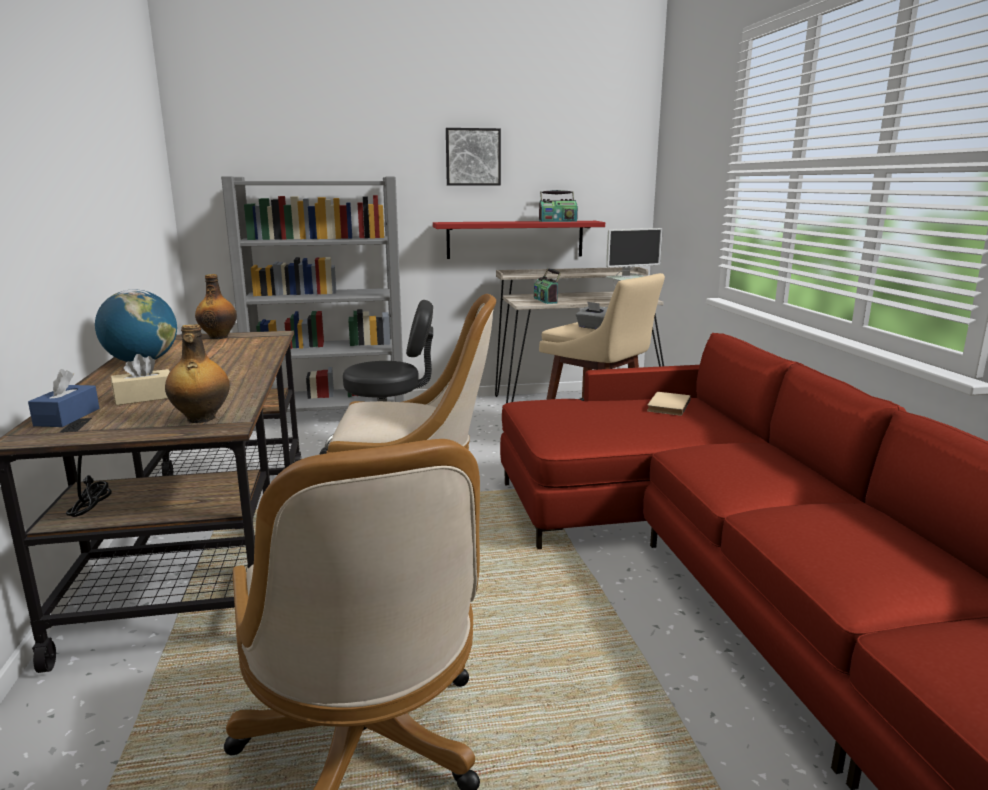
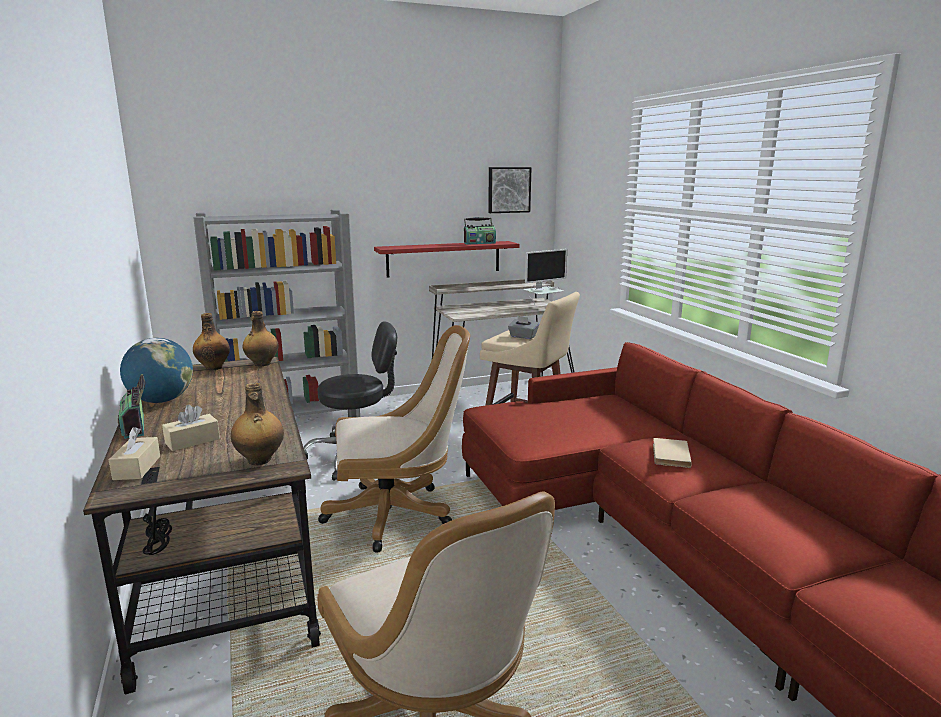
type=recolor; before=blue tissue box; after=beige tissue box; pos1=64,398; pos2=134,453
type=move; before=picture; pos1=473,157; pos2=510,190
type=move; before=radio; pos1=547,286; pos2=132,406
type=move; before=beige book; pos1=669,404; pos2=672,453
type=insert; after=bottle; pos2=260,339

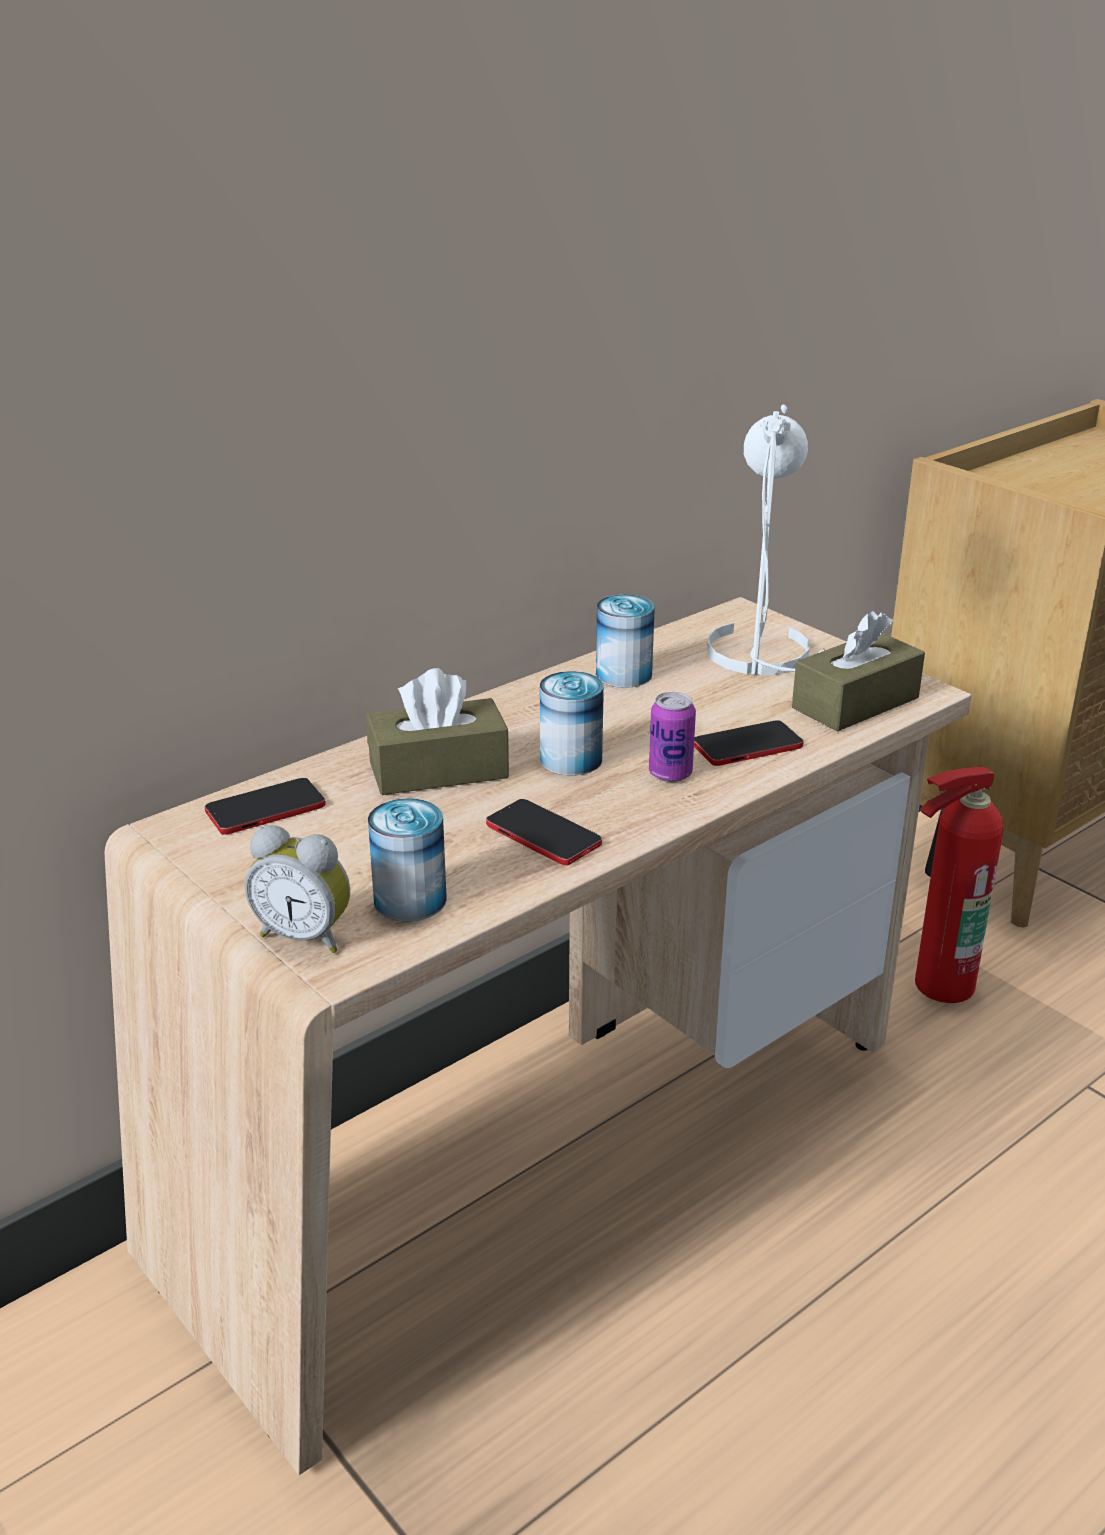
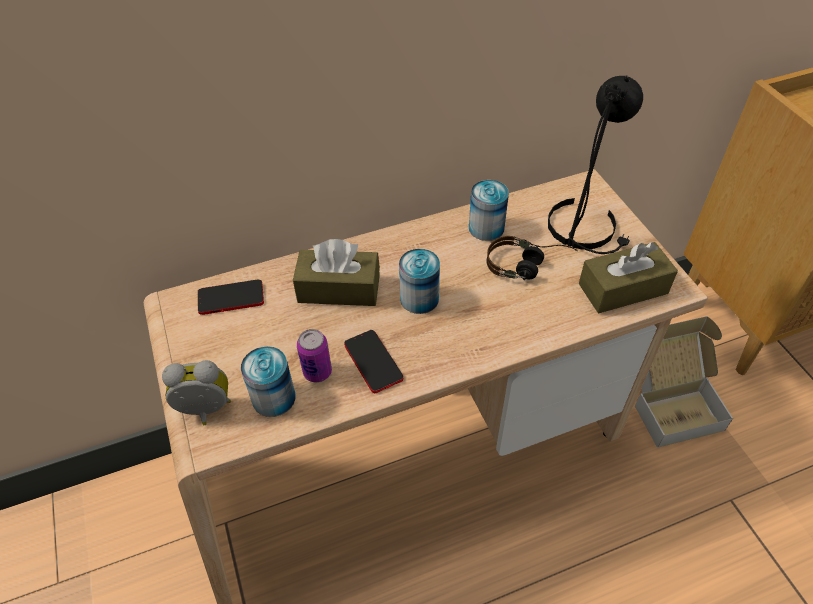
type=rotate; before=alarm clock; pos1=297,889; pos2=196,392; turn=135
type=move; before=can; pos1=672,737; pos2=314,355
type=delete; before=phone; pos1=748,743
type=recolor; before=white table lamp; after=black table lamp; pos1=766,539; pos2=595,164
type=replace; before=fire extinguisher; after=cardboard box; pos1=959,885; pos2=684,382
type=insert; after=headphones; pos2=532,258

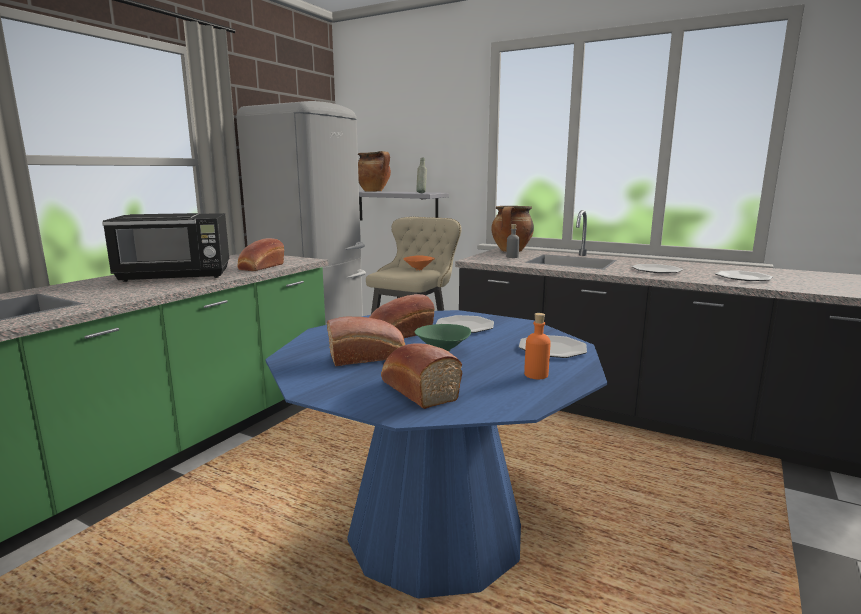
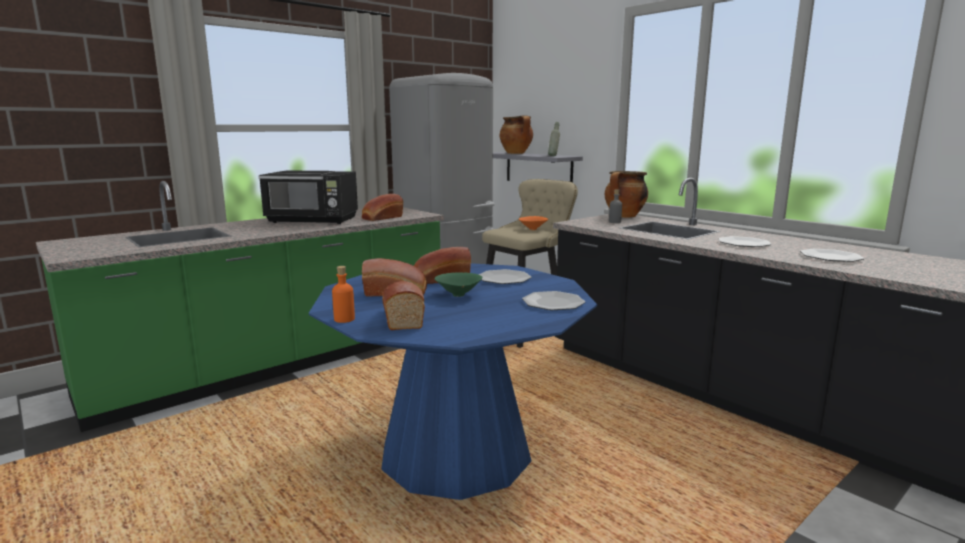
type=move; before=orange bottle; pos1=537,346; pos2=343,294

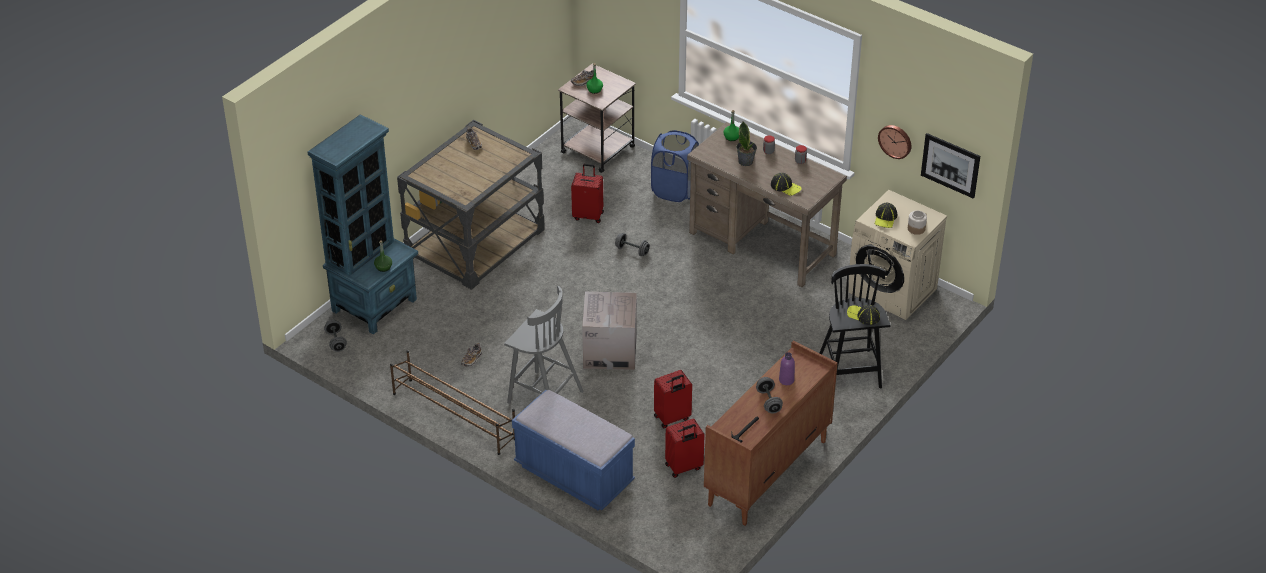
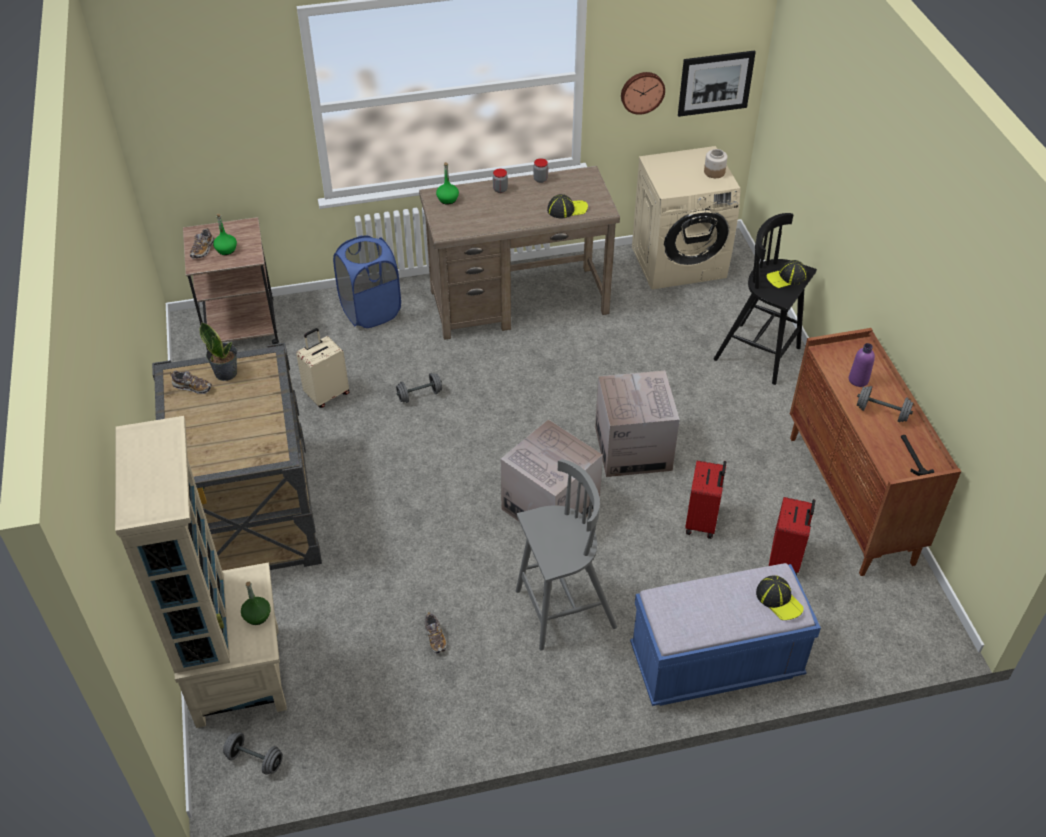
type=recolor; before=blue cabinet; after=beige cabinet; pos1=363,224; pos2=201,572
type=delete; before=brown shoe rack; pos1=452,402
type=recolor; before=red suitcase; after=beige suitcase; pos1=587,193; pos2=322,368
type=move; before=potted plant; pos1=746,144; pos2=218,351
type=move; before=cap; pos1=886,215; pos2=780,597
type=insert; after=cardboard box; pos2=637,424

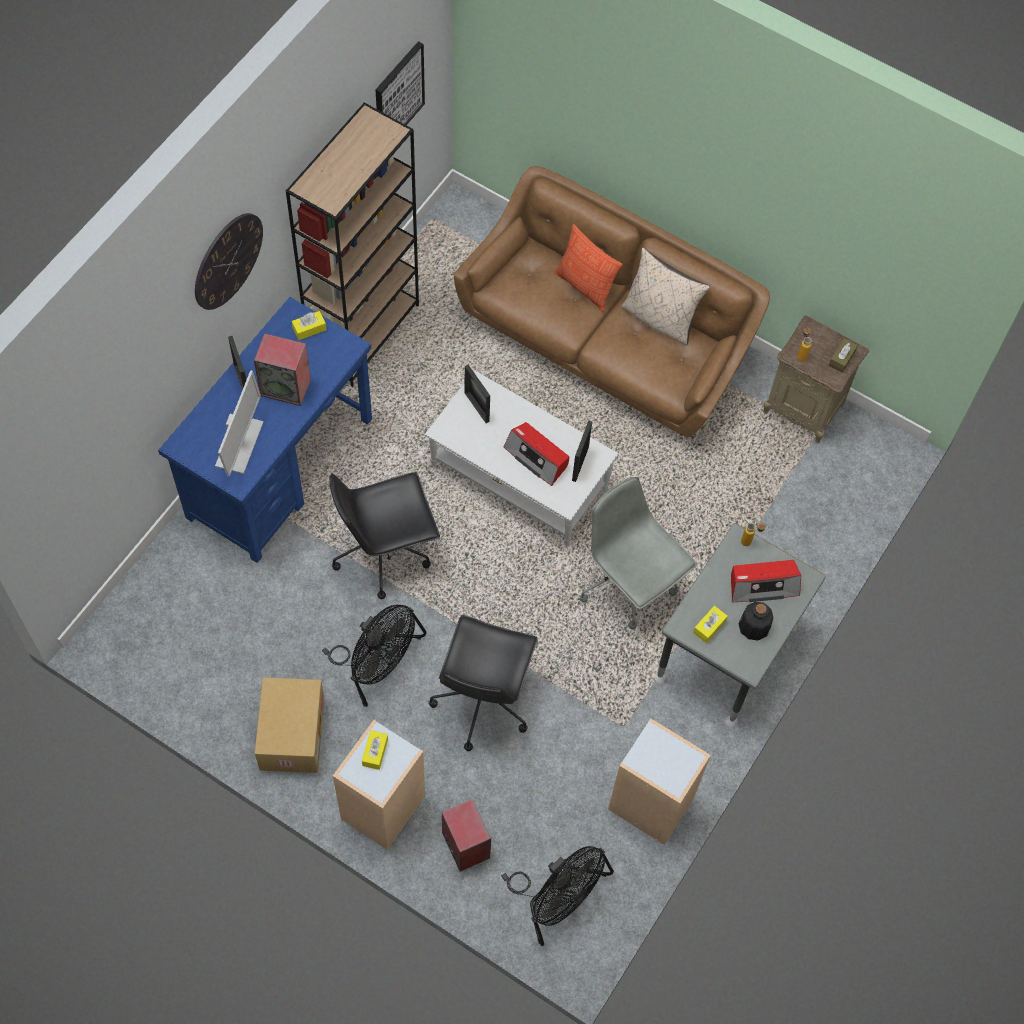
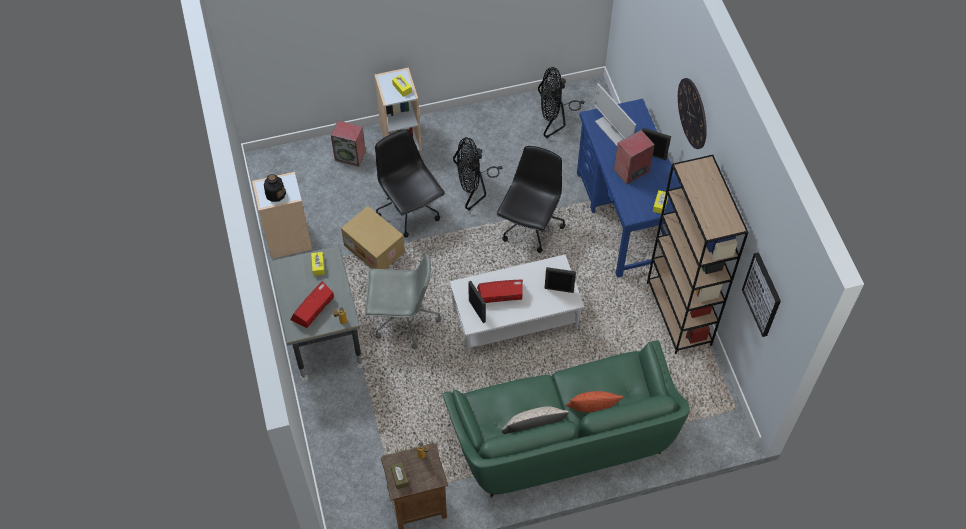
type=move; before=cardboard box; pos1=289,725; pos2=373,237
type=recolor; before=brown sofa; after=green sofa; pos1=612,302; pos2=566,419
type=move; before=black fan; pos1=557,896; pos2=561,103
type=move; before=bottle; pos1=756,621; pos2=275,188

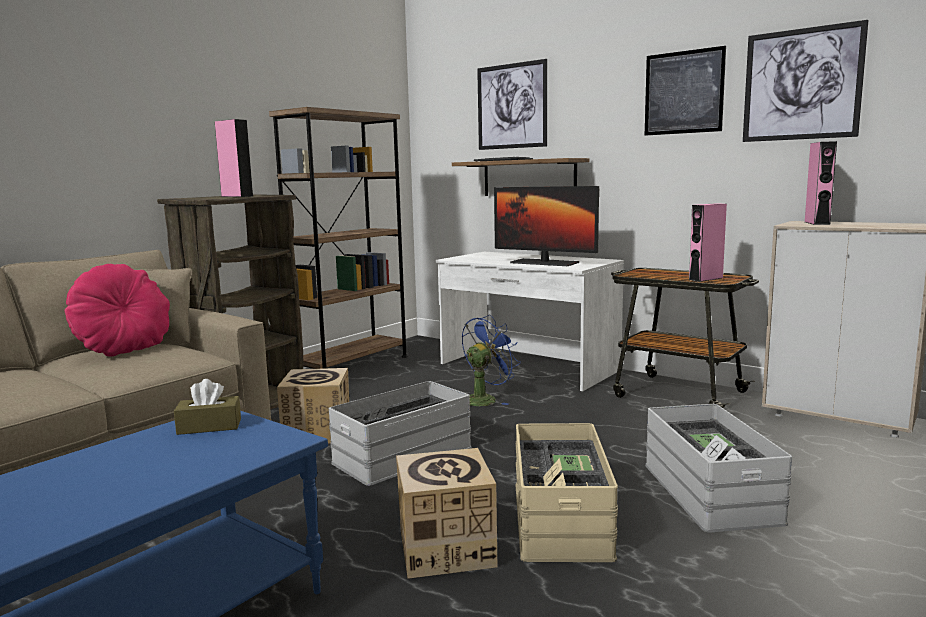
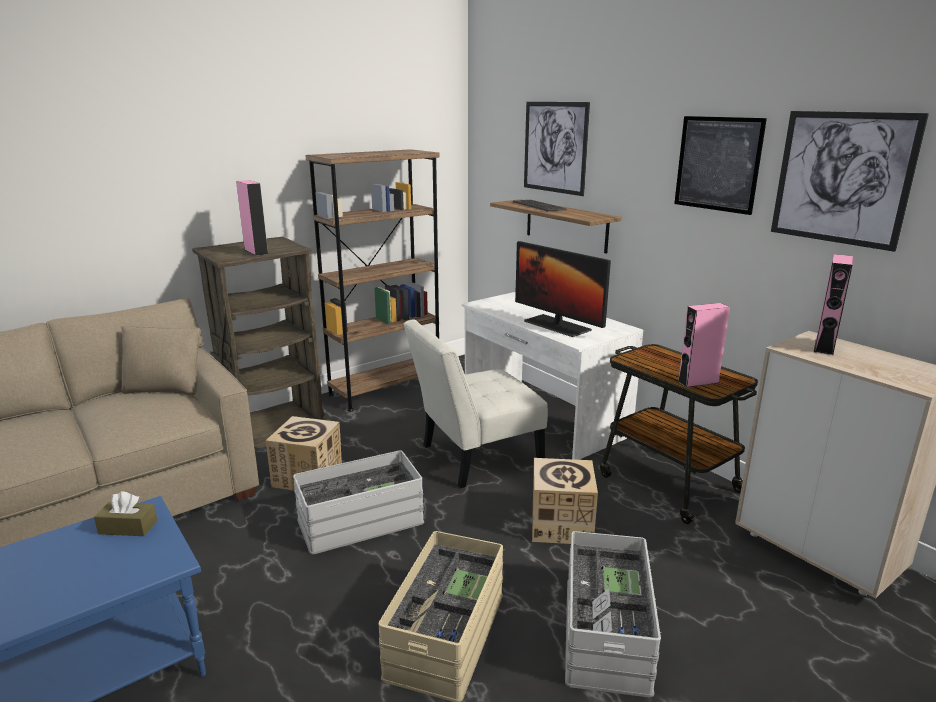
type=delete; before=pink pillow; pos1=117,310
type=move; before=cardboard box; pos1=446,513; pos2=565,501
type=replace; before=blue fan; after=white chair; pos1=491,360; pos2=476,403

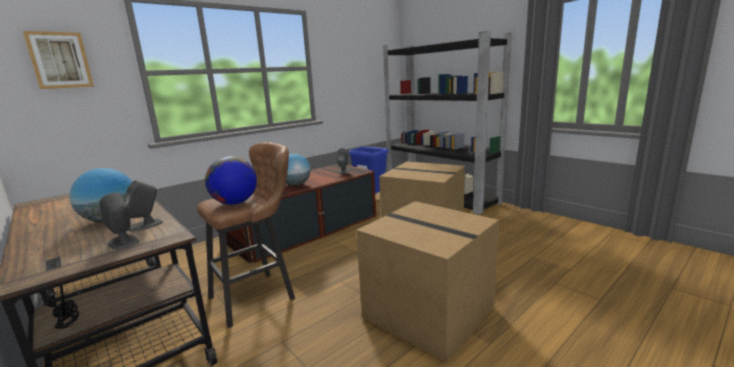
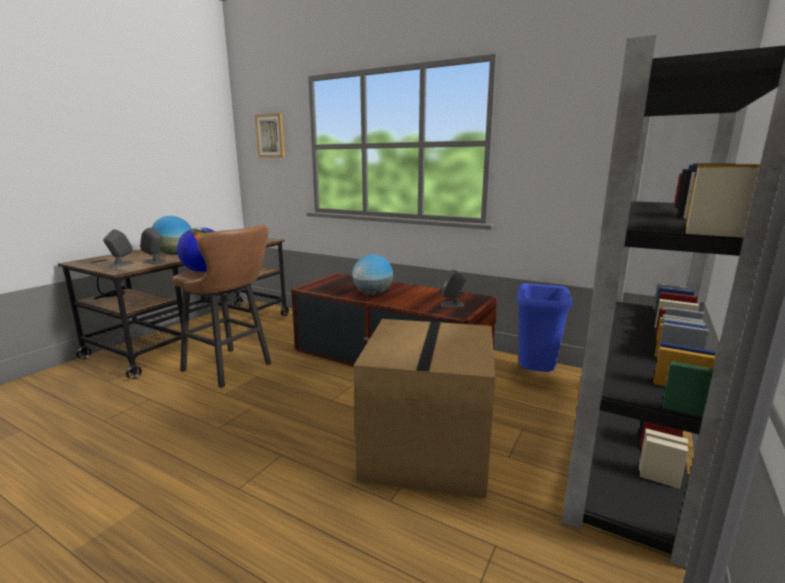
type=delete; before=cardboard box; pos1=427,281

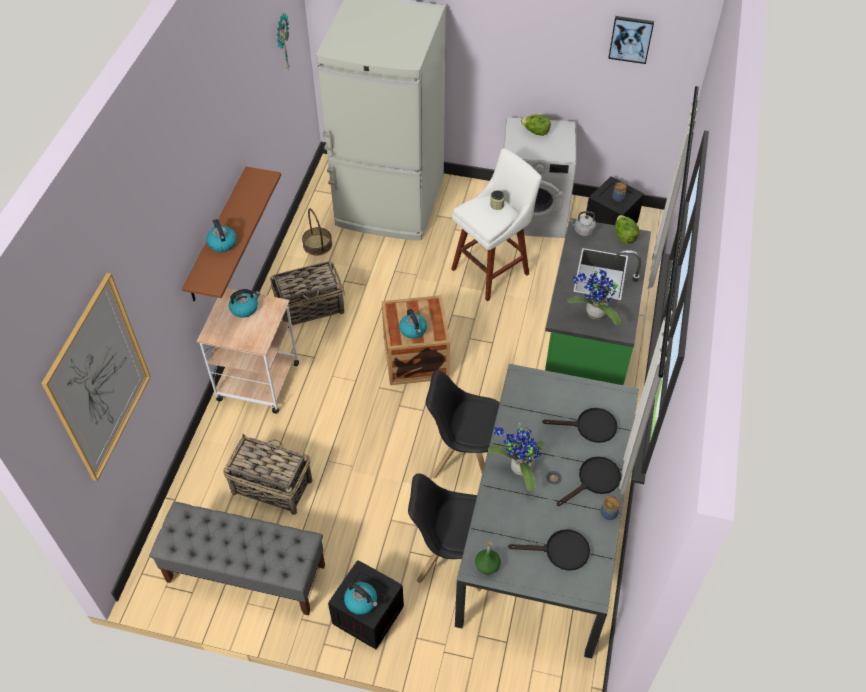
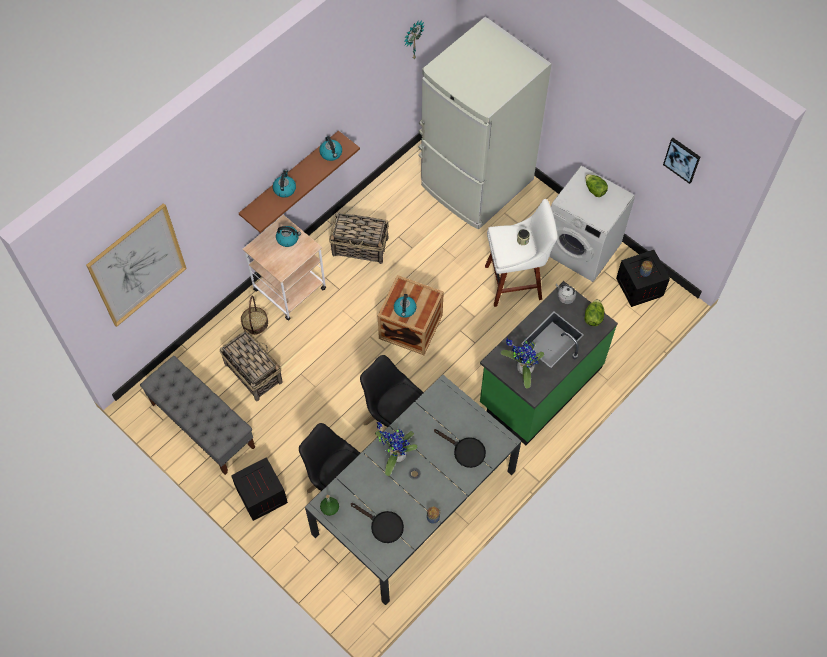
type=move; before=basket; pos1=317,232; pos2=254,315
type=move; before=kettle; pos1=361,598; pos2=330,148
type=delete; before=black frying pan; pos1=589,481

